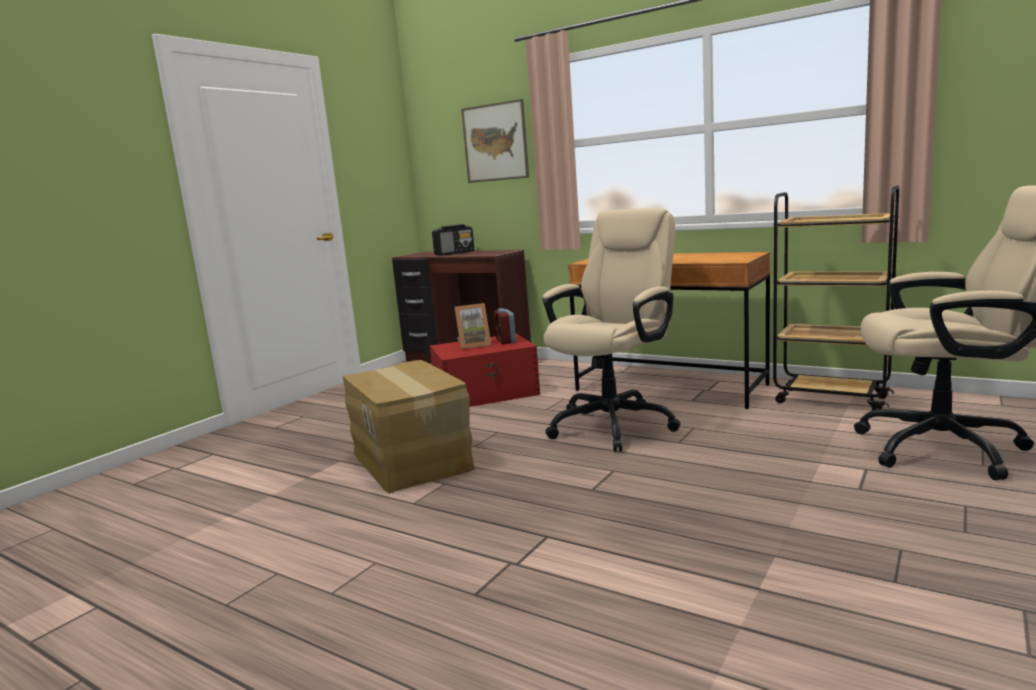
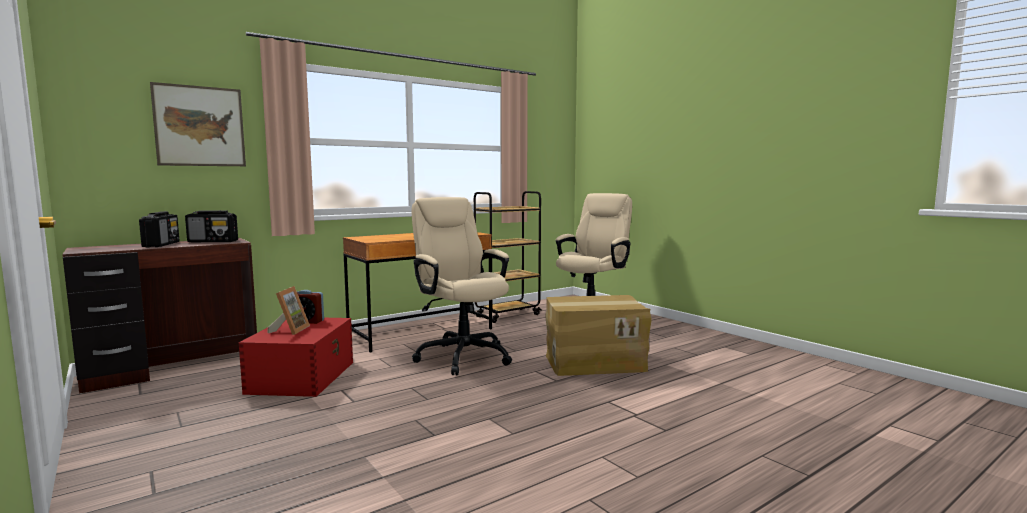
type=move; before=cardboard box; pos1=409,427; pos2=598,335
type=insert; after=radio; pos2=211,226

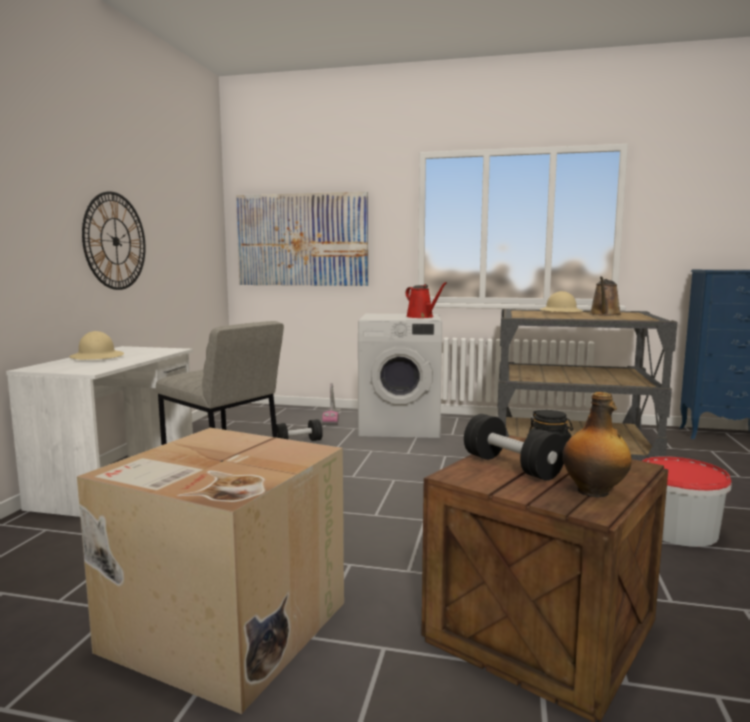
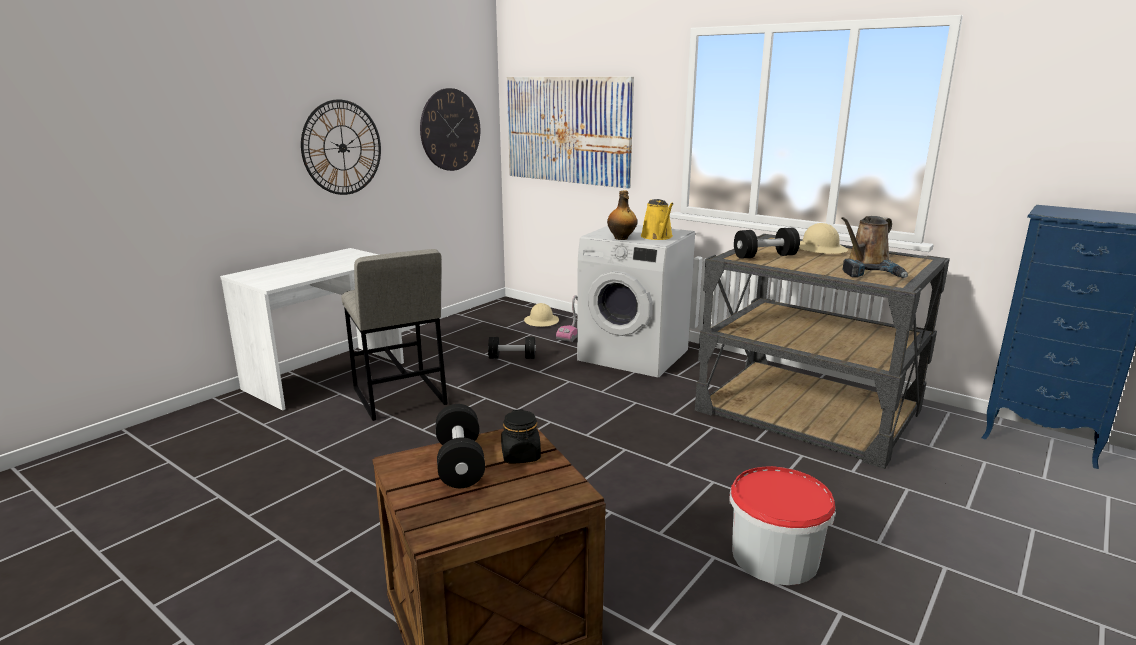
type=move; before=beige hard hat; pos1=96,345; pos2=541,315
type=delete; before=cardboard box; pos1=210,571
type=recolor; before=red watering can; after=yellow watering can; pos1=426,300; pos2=657,219
type=move; before=bottle; pos1=597,445; pos2=622,215
type=insert; after=wall clock; pos2=450,129
type=insert; after=black dumbbell; pos2=767,243
type=insert; after=power drill; pos2=875,268

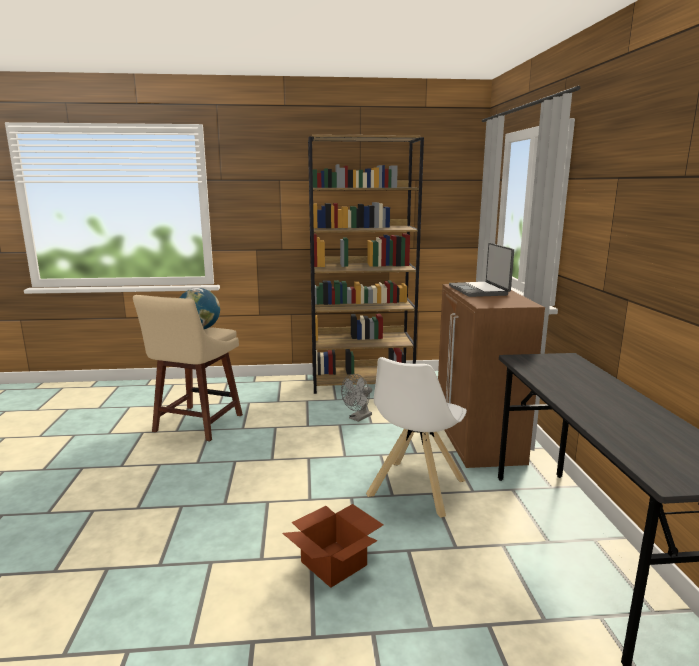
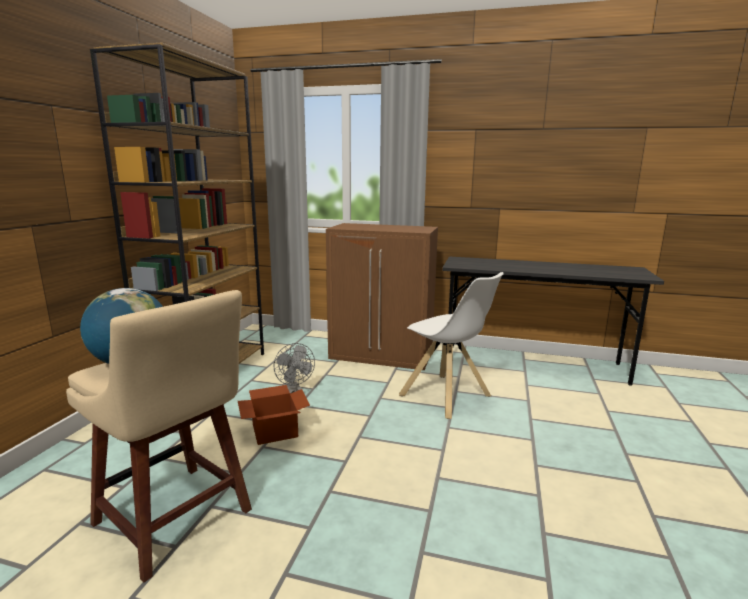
type=move; before=cardboard box; pos1=332,546; pos2=274,415
type=delete; before=laptop; pos1=481,270

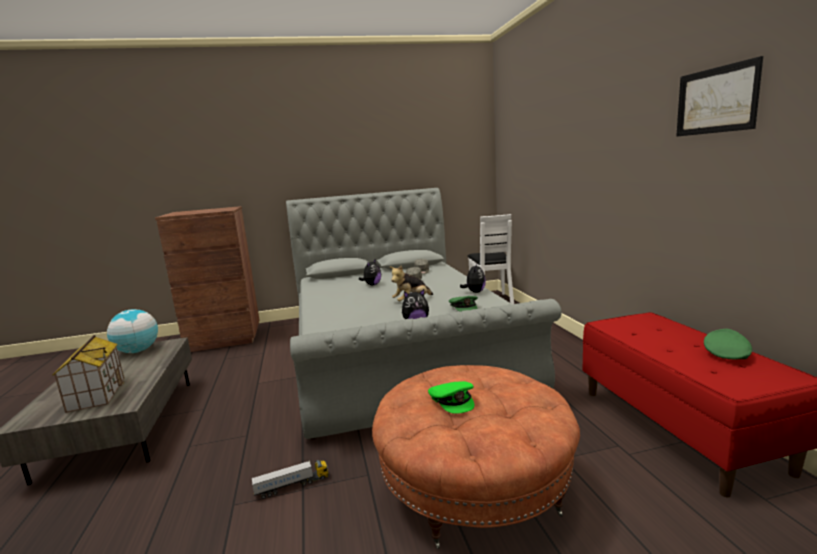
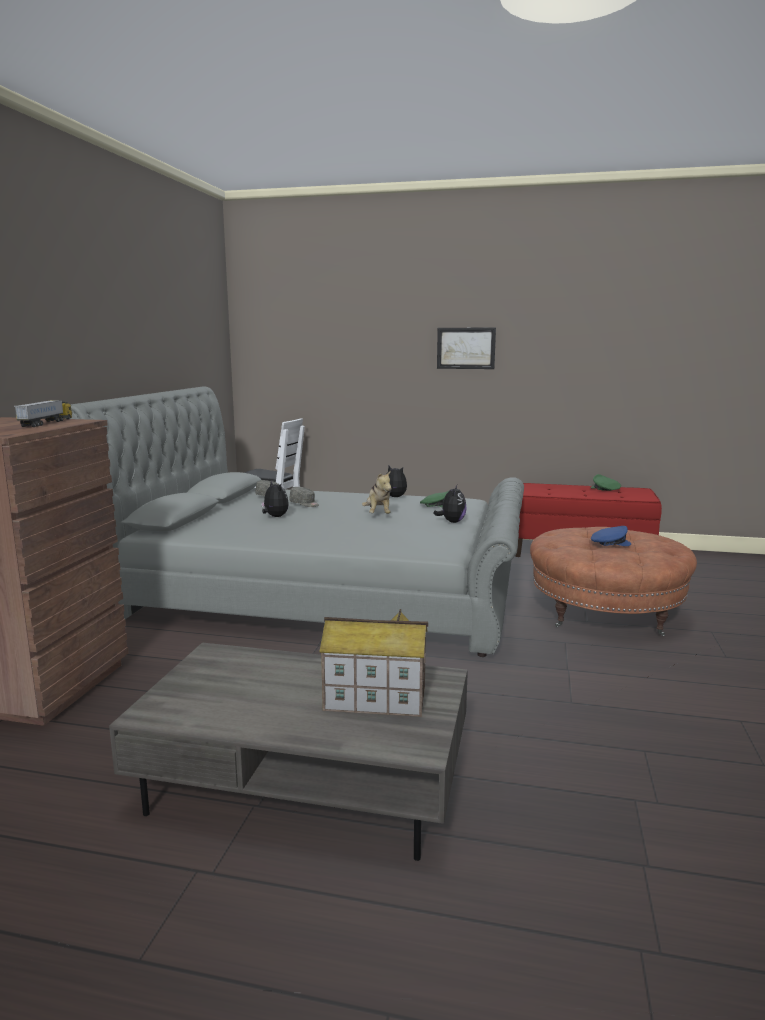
type=delete; before=globe; pos1=132,331
type=move; before=toy truck; pos1=290,479; pos2=43,413
type=recolor; before=green cap; after=blue cap; pos1=451,397; pos2=611,536
type=move; before=picture; pos1=719,96; pos2=466,348

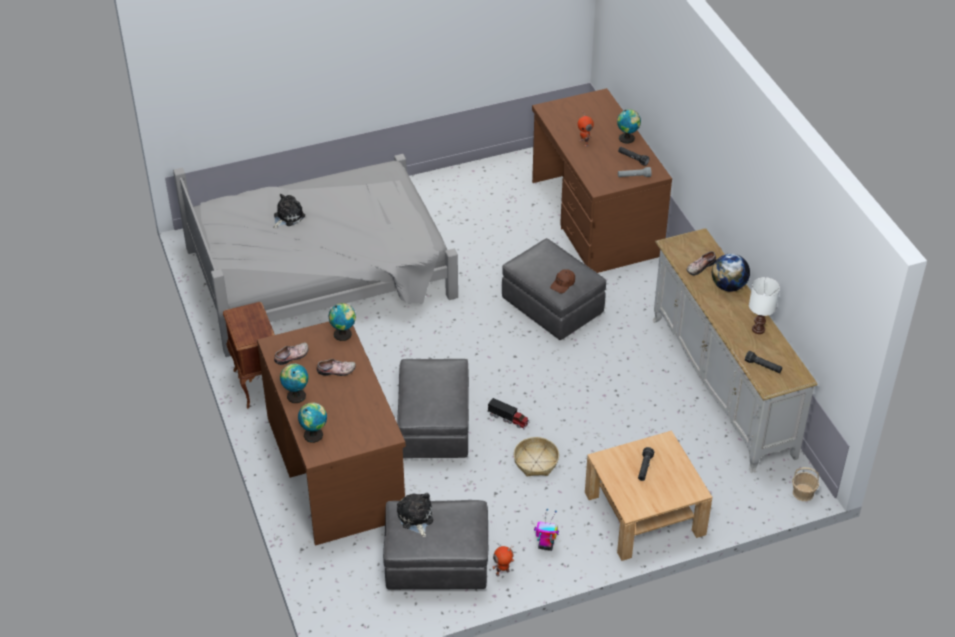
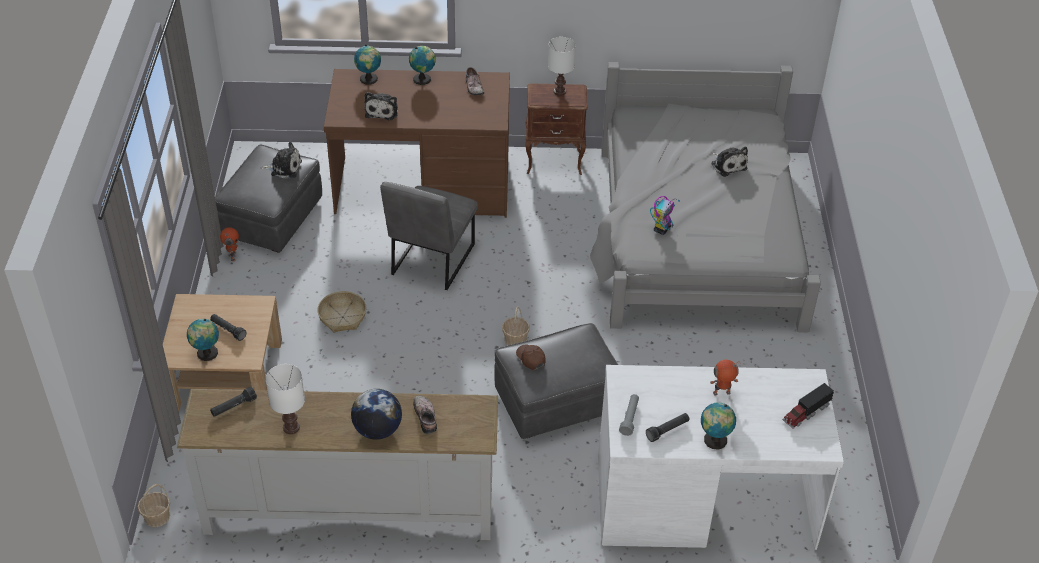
type=delete; before=shoe; pos1=336,367
type=move; before=globe; pos1=342,322; pos2=203,340
type=replace; before=grey ottoman; after=grey chair; pos1=433,408; pos2=429,236
type=move; before=toy truck; pos1=508,413; pos2=808,406
type=recolor; before=brown desk; after=white desk; pos1=602,180; pos2=721,457
type=move; before=toy robot; pos1=546,530; pos2=665,215
type=insert; after=plush toy; pos2=381,106
type=insert; after=basket; pos2=516,326
type=insert; after=white table lamp; pos2=562,66

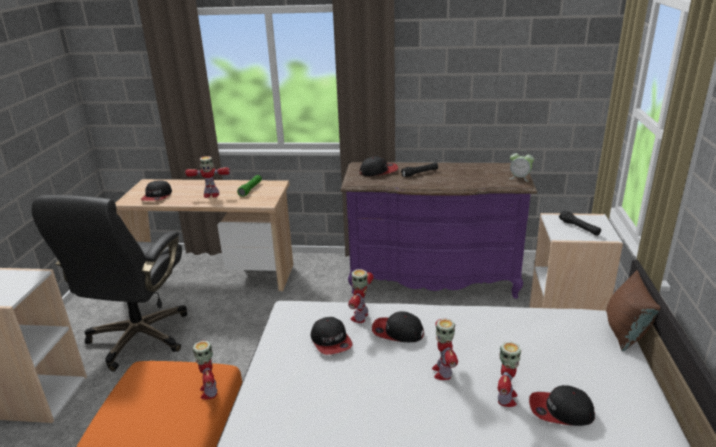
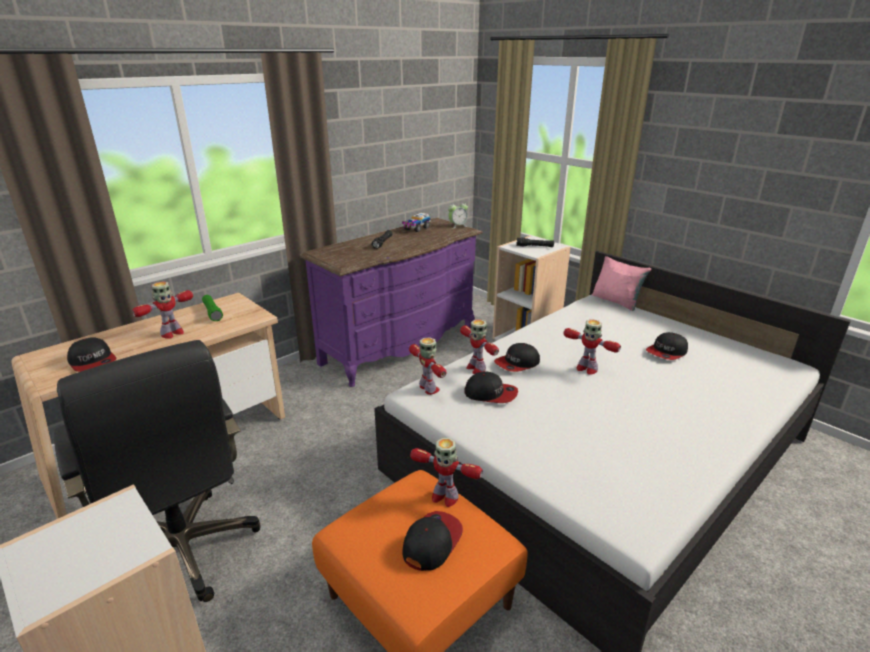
type=move; before=cap; pos1=379,166; pos2=432,541
type=move; before=toy robot; pos1=509,374; pos2=427,366
type=recolor; before=brown pillow; after=pink pillow; pos1=633,310; pos2=621,283
type=insert; after=toy truck; pos2=416,222

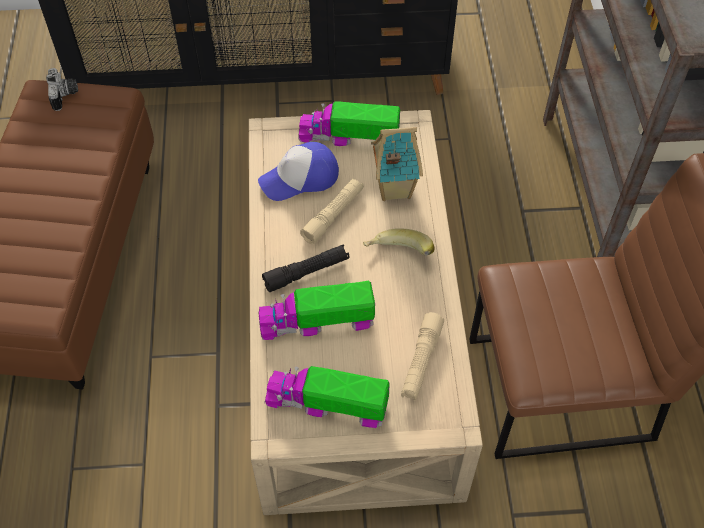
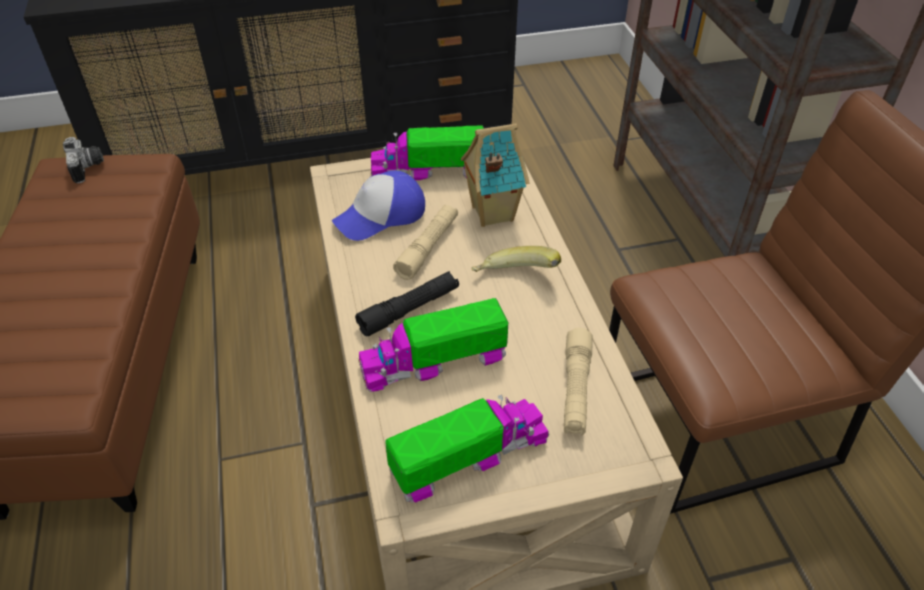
type=rotate; before=toy truck; pos1=327,397; pos2=467,449; turn=150

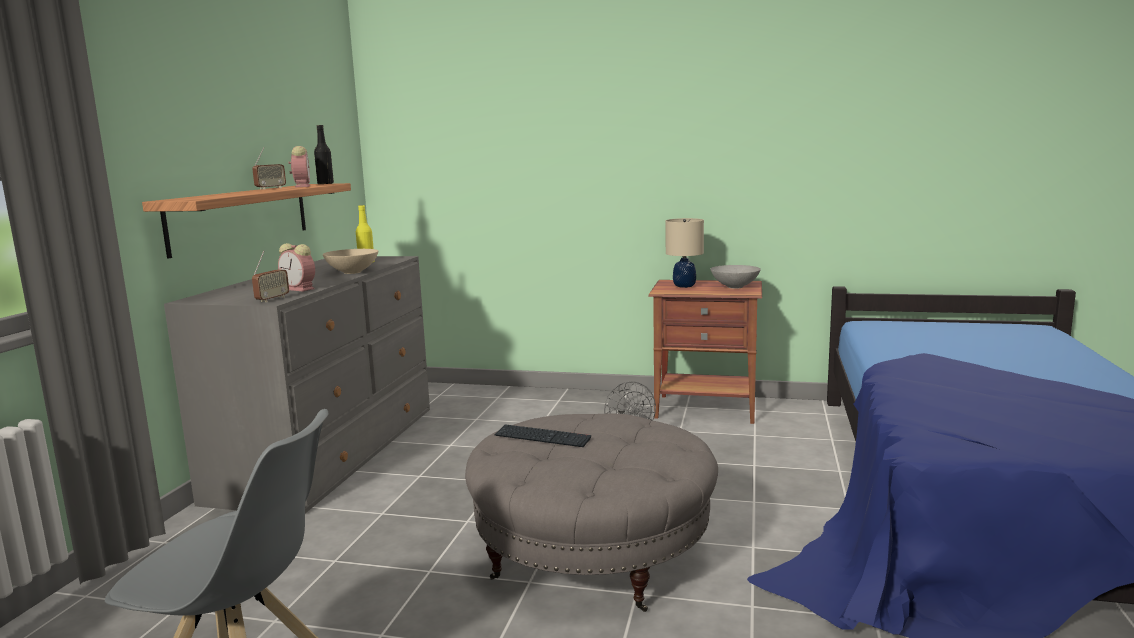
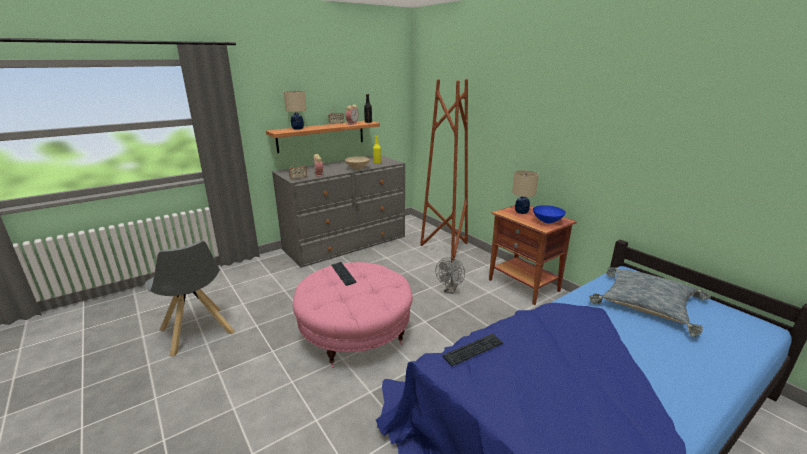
type=recolor; before=grey ottoman; after=pink ottoman; pos1=591,513; pos2=353,315
type=recolor; before=grey bowl; after=blue bowl; pos1=736,277; pos2=549,214
type=insert; after=beige table lamp; pos2=295,110
type=insert; after=brown clothes rack; pos2=444,171
type=insert; after=keyboard; pos2=473,349
type=insert; after=pillow; pos2=650,302

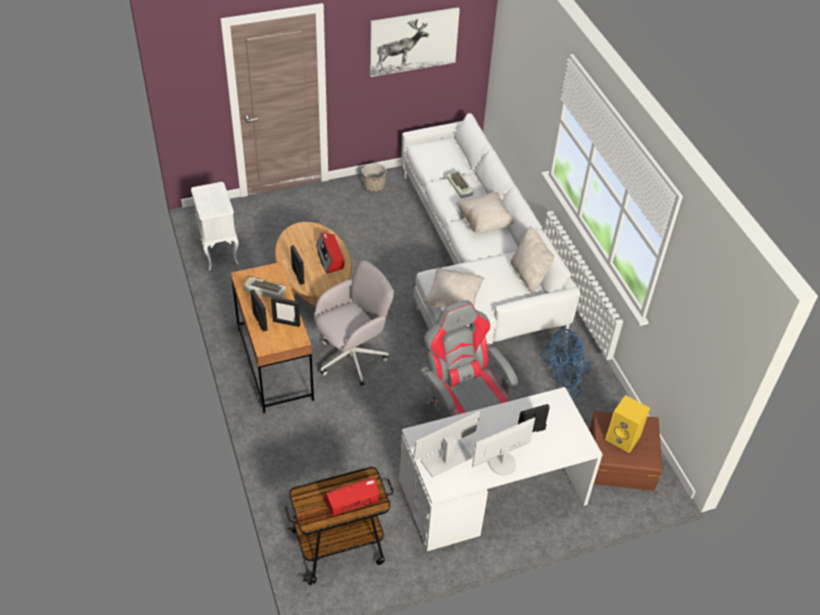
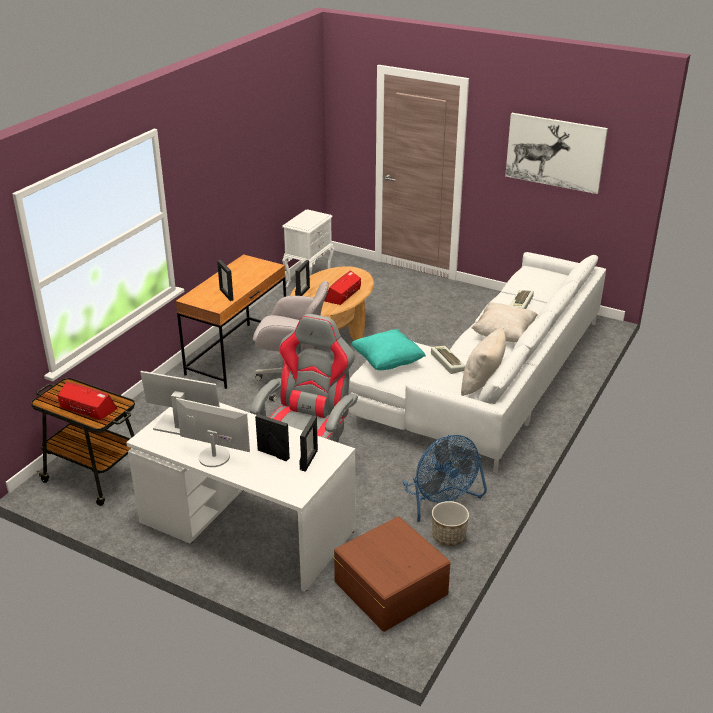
type=move; before=keyboard; pos1=264,287; pos2=448,360
type=move; before=picture frame; pos1=259,310; pos2=308,444
type=move; before=planter; pos1=374,177; pos2=450,523
type=recolor; before=beige pillow; after=turquoise pillow; pos1=454,287; pos2=388,349
type=rotate; before=blue fan; pos1=566,364; pos2=445,478; turn=-150
type=delete; before=yellow speaker; pos1=627,424

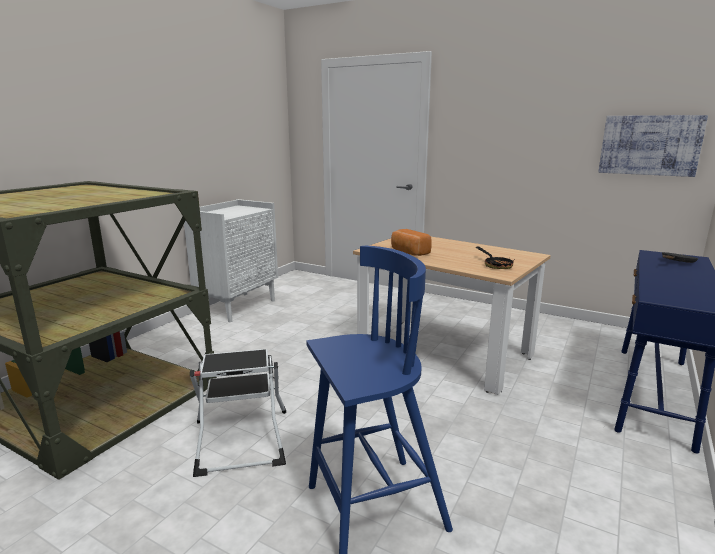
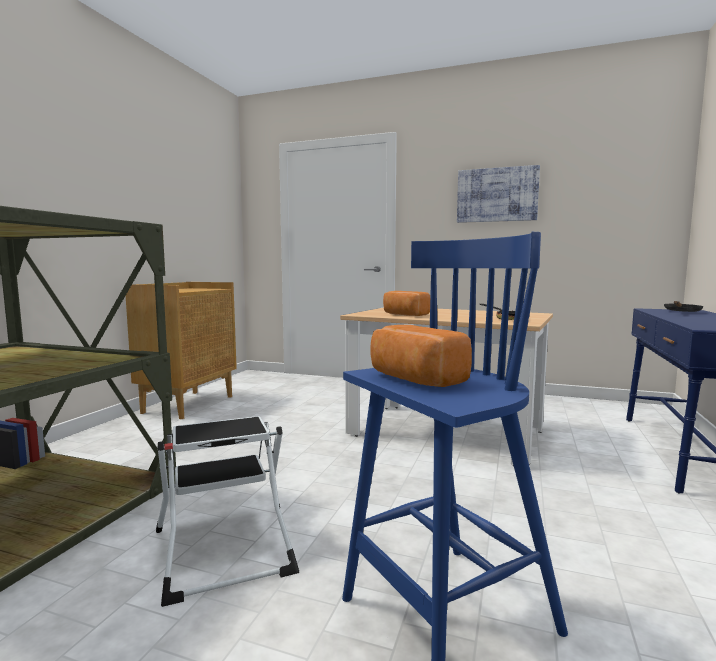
type=recolor; before=white cabinet; after=brown cabinet; pos1=231,260; pos2=181,350
type=move; before=picture; pos1=653,146; pos2=498,194
type=insert; after=bread; pos2=421,356

